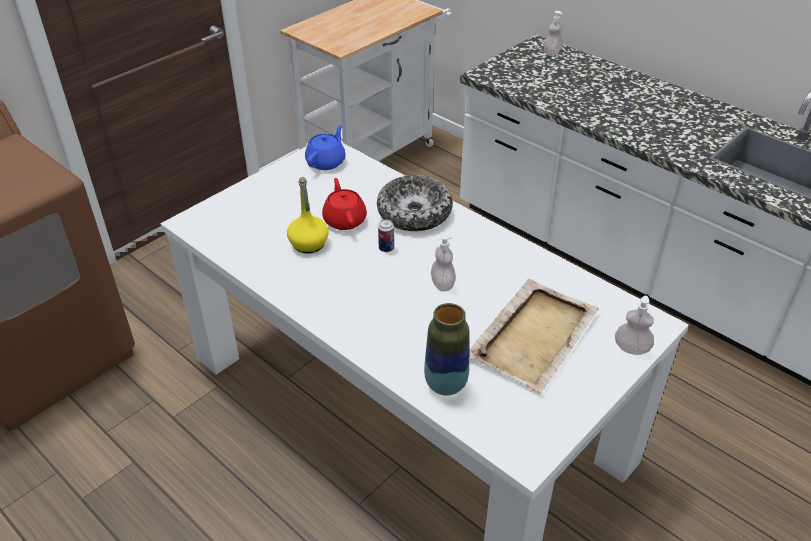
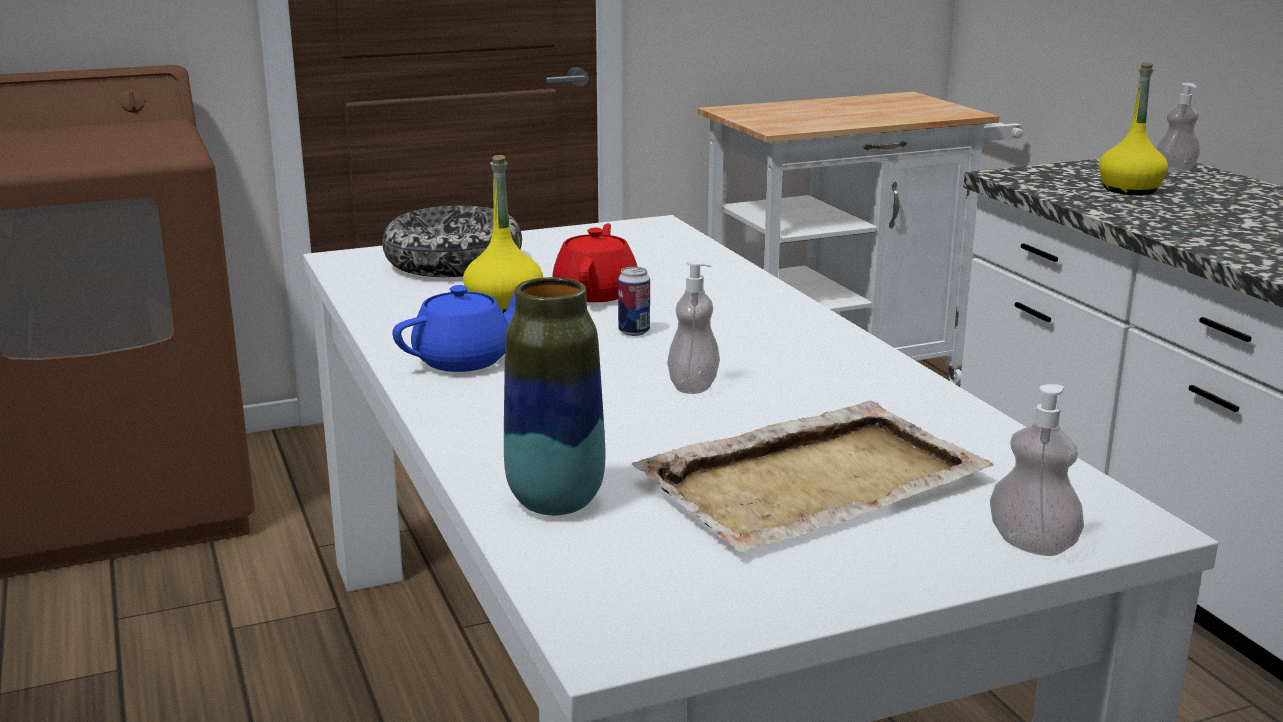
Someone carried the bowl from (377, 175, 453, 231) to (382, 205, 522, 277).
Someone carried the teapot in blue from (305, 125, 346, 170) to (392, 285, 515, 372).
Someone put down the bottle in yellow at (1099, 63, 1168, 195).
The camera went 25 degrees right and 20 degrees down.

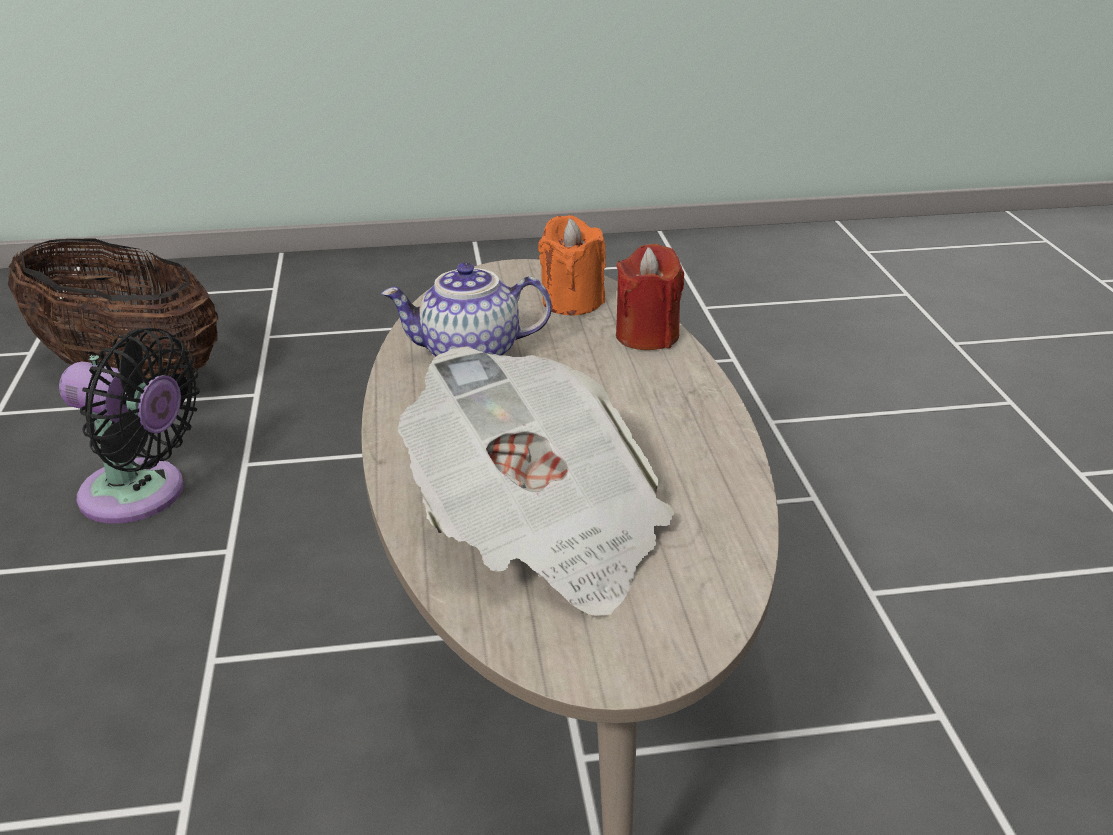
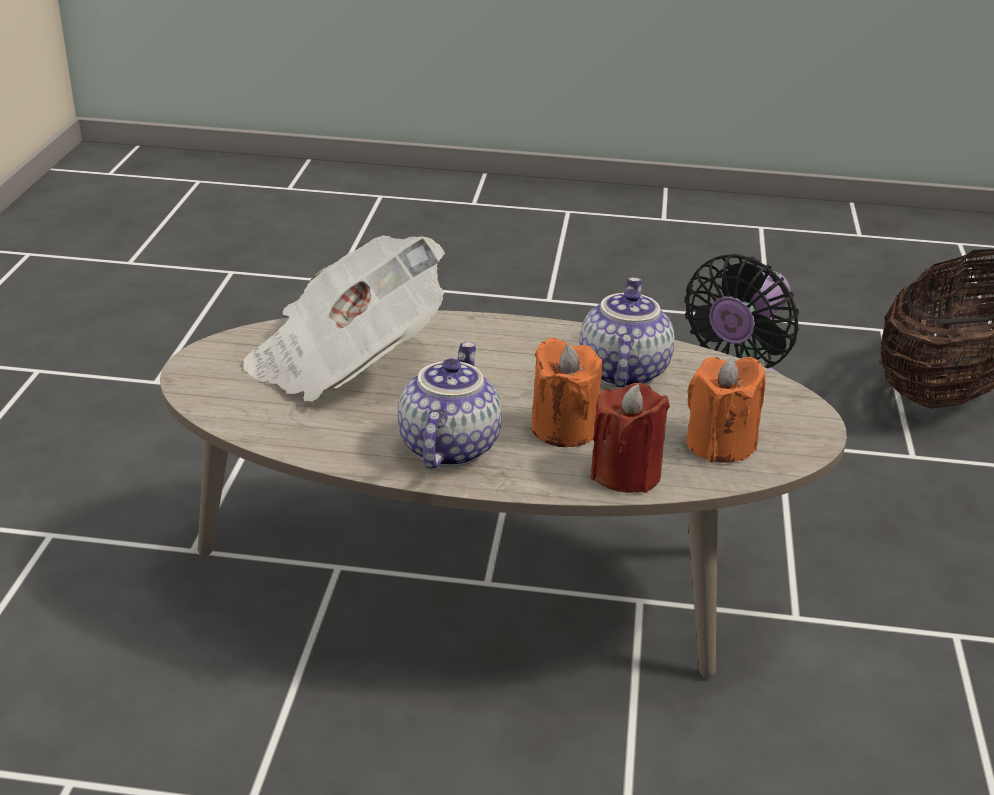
Someone put down the teapot at (398, 342, 502, 468).
Someone put down the candle in orange at (531, 337, 603, 447).
The camera went 105 degrees right and 0 degrees up.

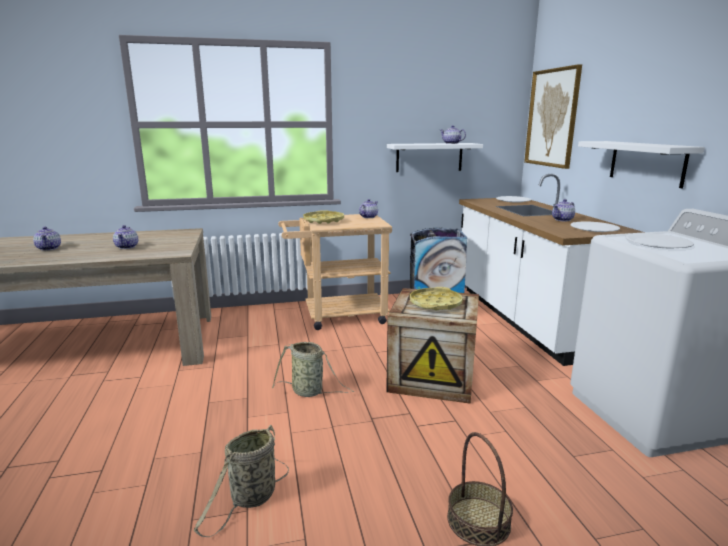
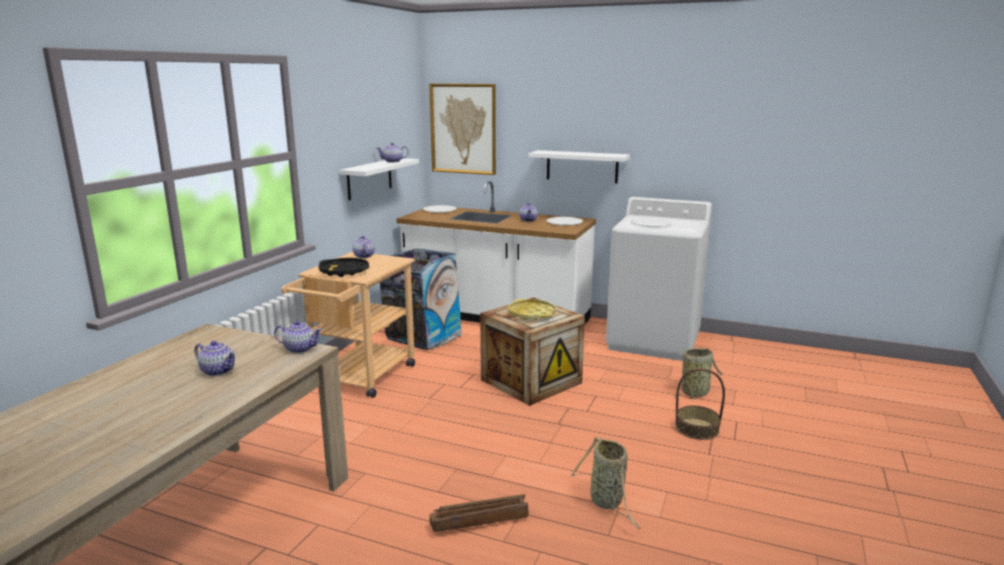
Someone carried the teapot from (33, 227, 61, 251) to (274, 321, 323, 353).
Someone repainted the tray in yellow at (303, 210, 344, 224), which became the tray in black at (319, 258, 369, 277).
Someone put down the crate at (429, 494, 529, 532).
Someone carried the basket from (272, 342, 354, 397) to (674, 348, 723, 399).
The camera went 55 degrees left and 0 degrees up.

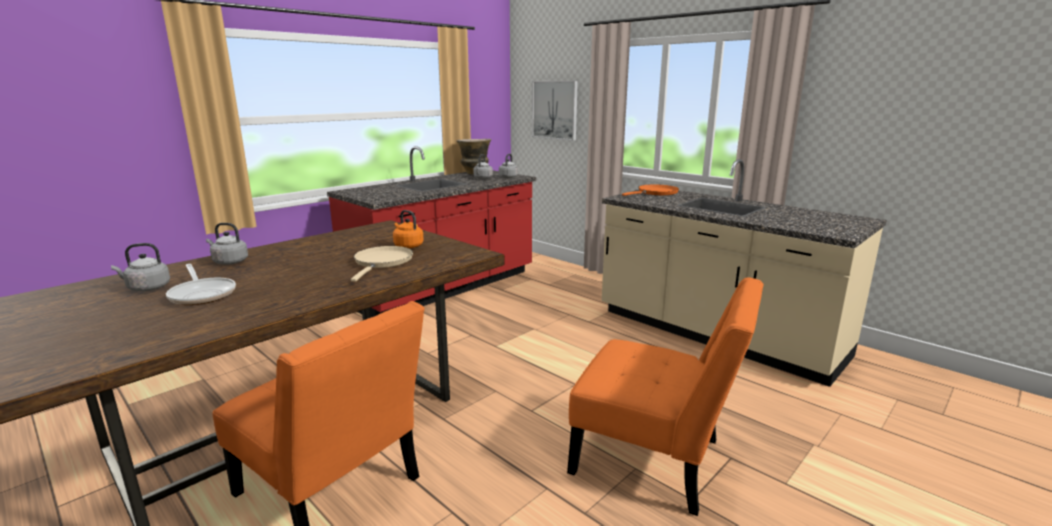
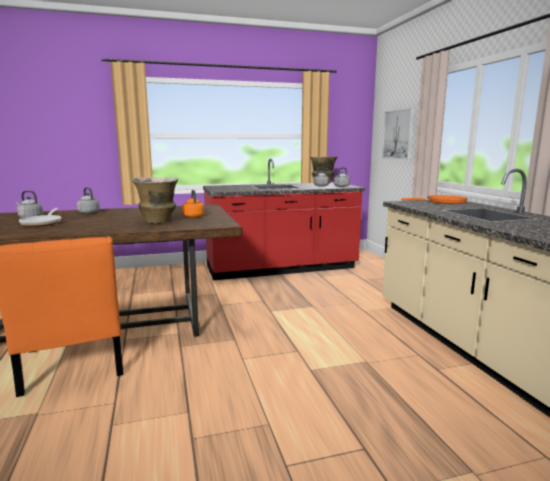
Someone swapped the frying pan in beige at (351, 246, 413, 282) for the vase at (132, 177, 178, 223).
Someone took away the chair in orange at (567, 277, 763, 516).
The camera went 30 degrees right and 5 degrees down.

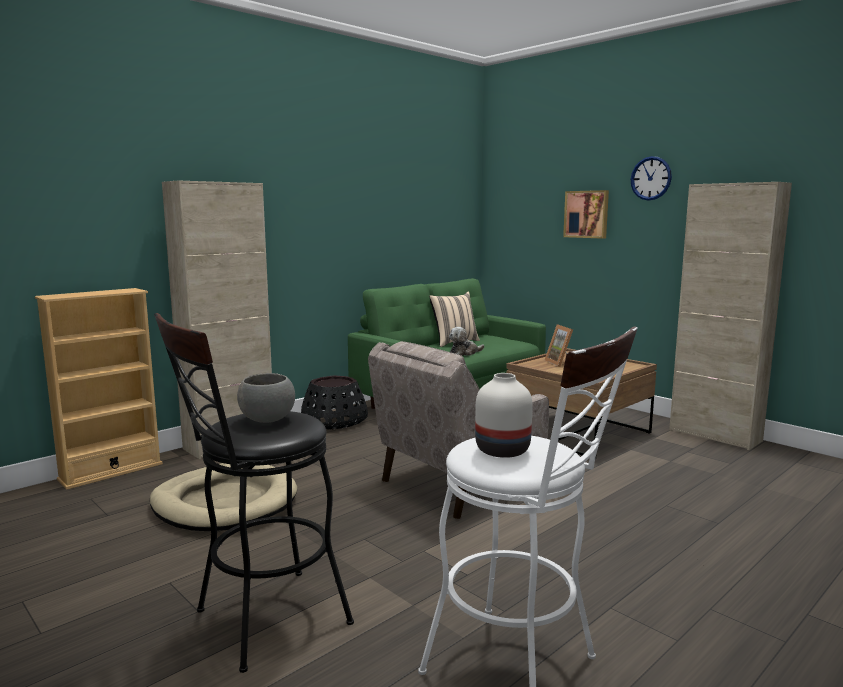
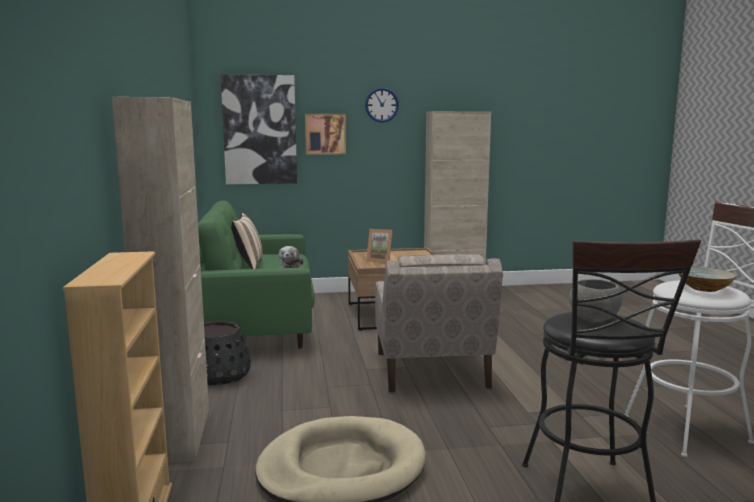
Someone put up the picture at (221, 74, 297, 184).
Someone swapped the vase in white at (475, 373, 533, 458) for the bowl at (678, 267, 737, 292).
The camera went 55 degrees left and 0 degrees up.

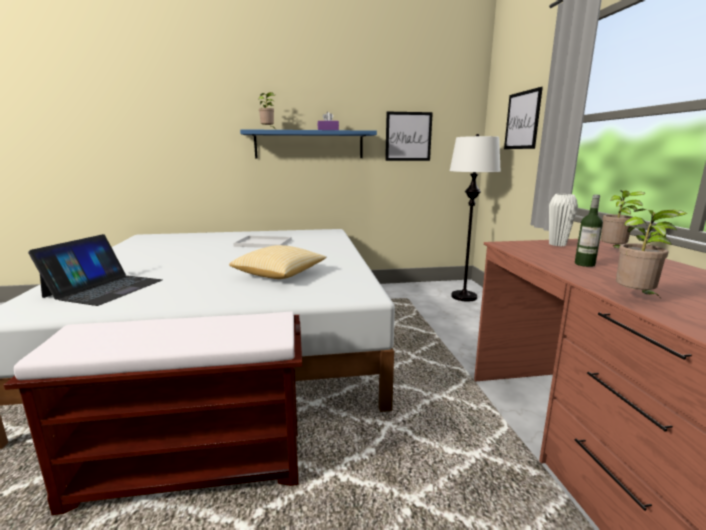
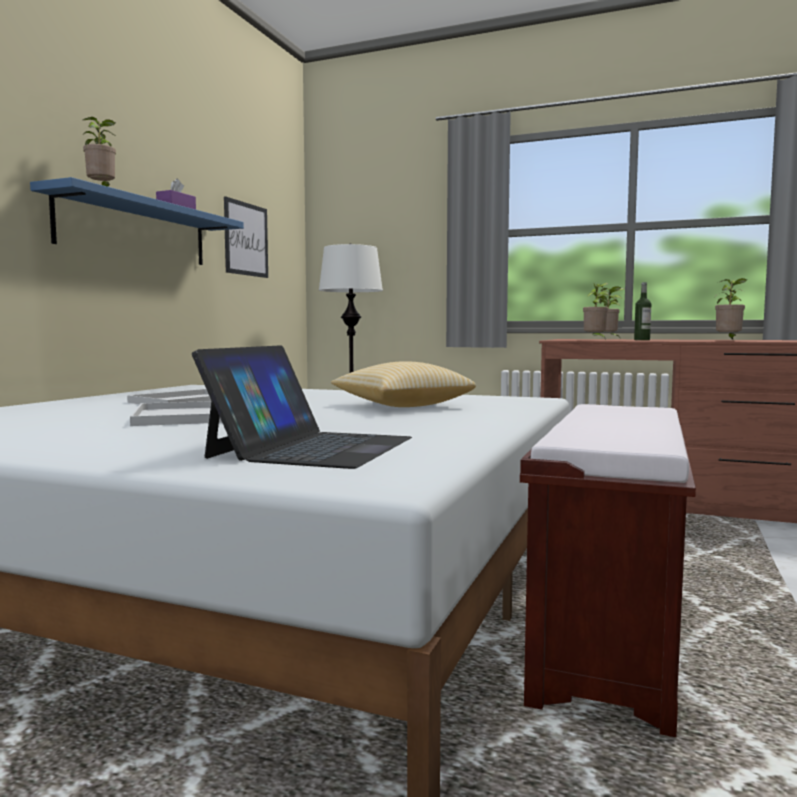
Someone put down the tray in white at (130, 401, 222, 426).
Someone rotated the laptop at (28, 234, 162, 306) by 60 degrees clockwise.
Someone put down the potted plant at (583, 283, 609, 338).
Someone took away the picture at (504, 87, 543, 149).
Someone took away the vase in white at (549, 194, 578, 246).
The camera went 60 degrees left and 10 degrees down.

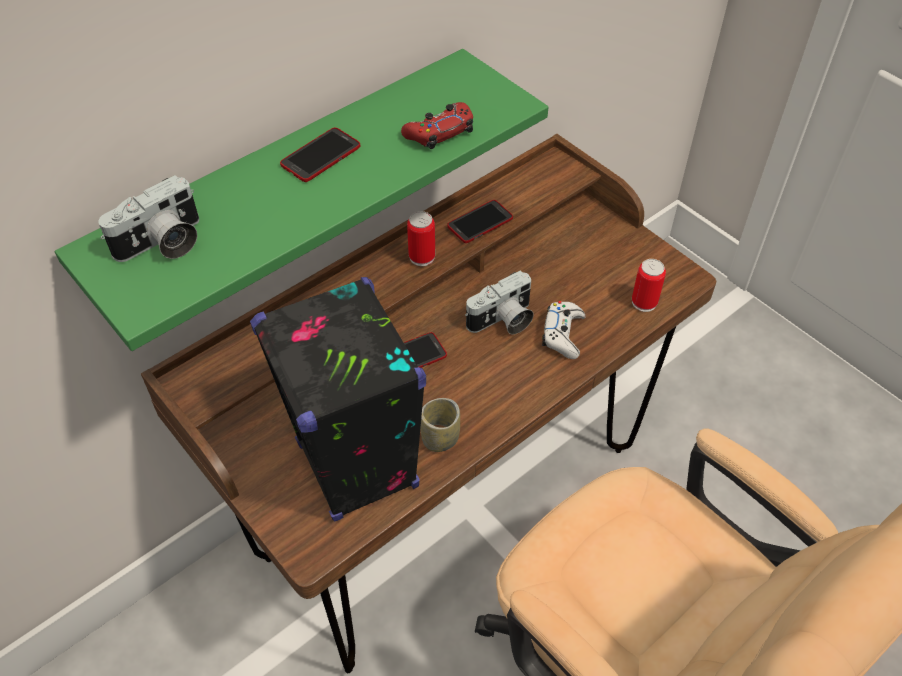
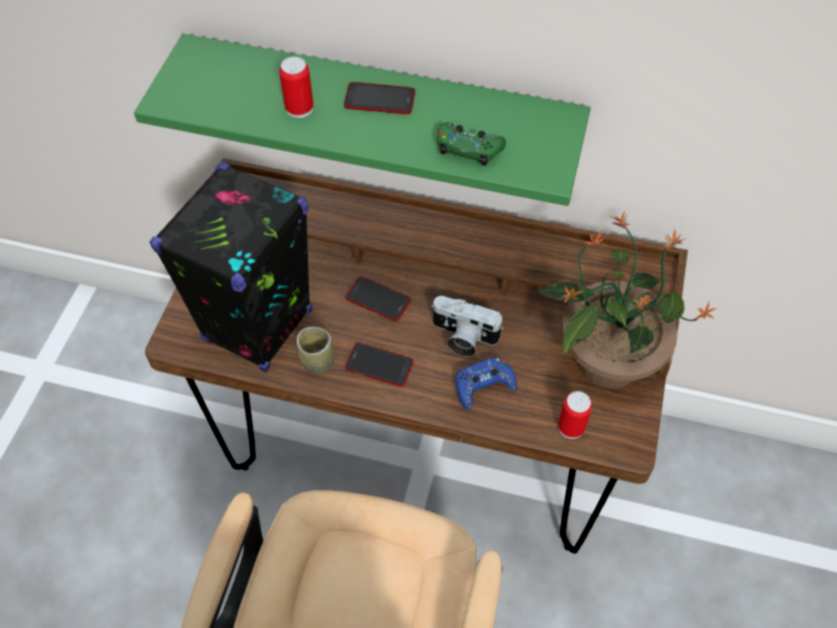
Someone carried the can from (407, 211, 435, 266) to (279, 57, 313, 118).
Someone carried the phone from (447, 200, 513, 243) to (345, 343, 413, 387).
Someone repainted the game controller in red at (401, 102, 473, 149), which became the game controller in green at (437, 122, 506, 166).
Someone repainted the game controller in white at (542, 301, 585, 359), which became the game controller in blue at (456, 357, 517, 409).
Someone put down the potted plant at (536, 211, 716, 388).
Someone took away the photo camera at (98, 175, 199, 262).
The camera went 55 degrees right and 5 degrees up.

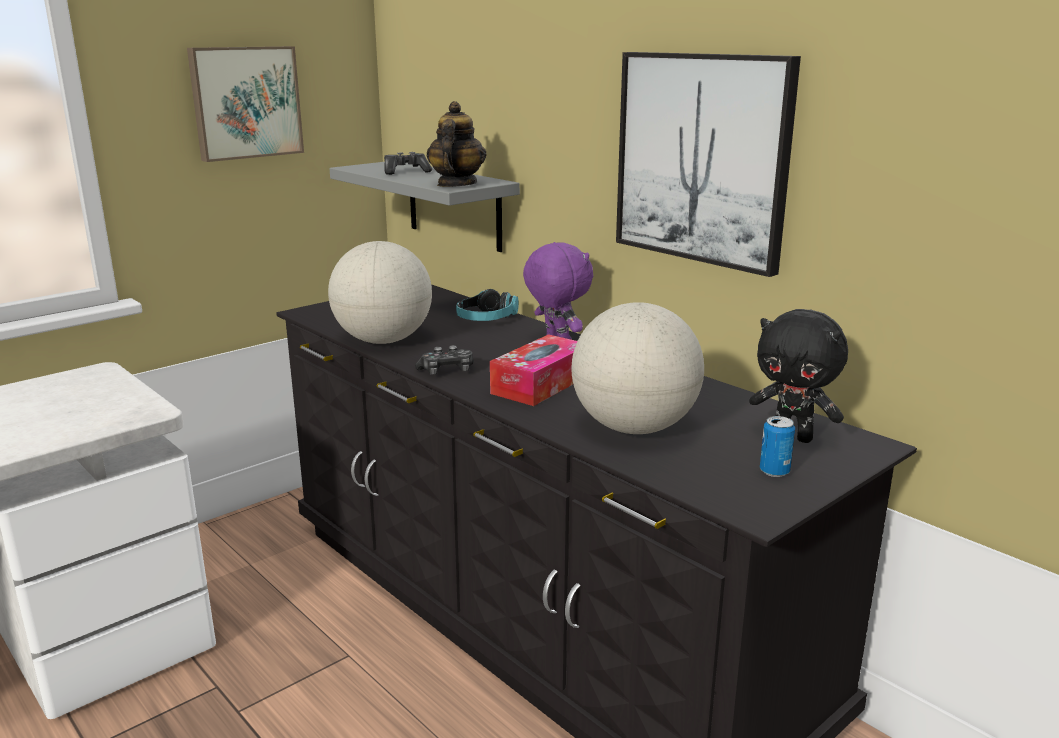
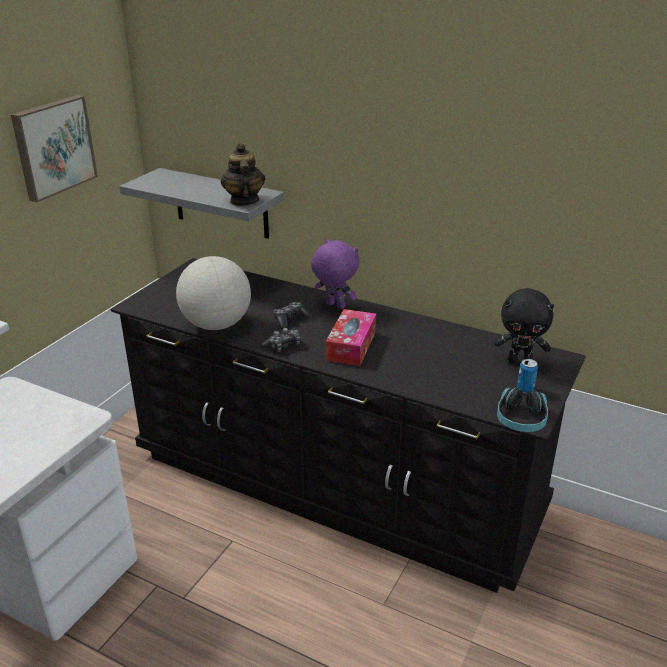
Someone carried the game controller from (384, 152, 432, 175) to (273, 302, 311, 329).
Someone carried the headphones from (456, 289, 519, 321) to (497, 388, 548, 432).
Someone took away the globe at (571, 302, 704, 434).
Someone took away the picture at (616, 52, 801, 277).
The camera went 20 degrees left and 10 degrees up.

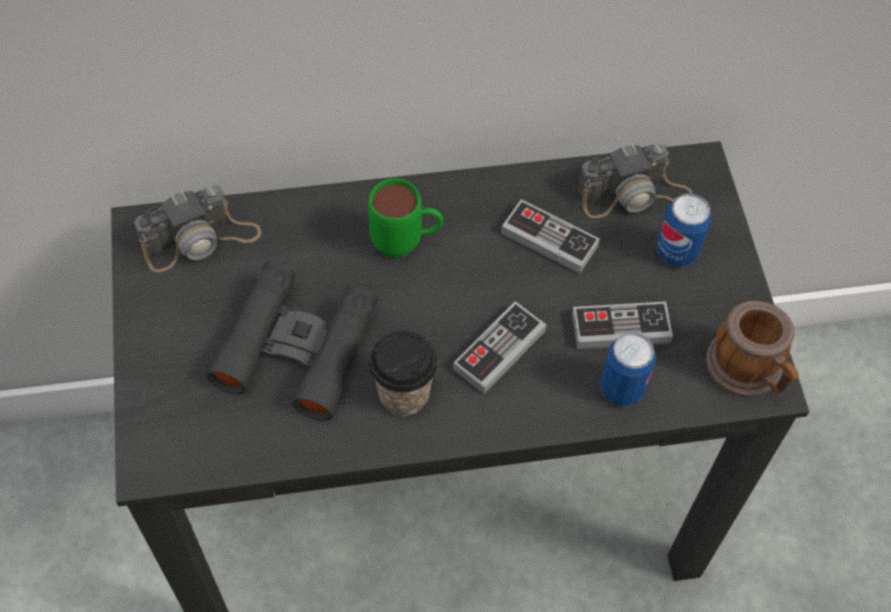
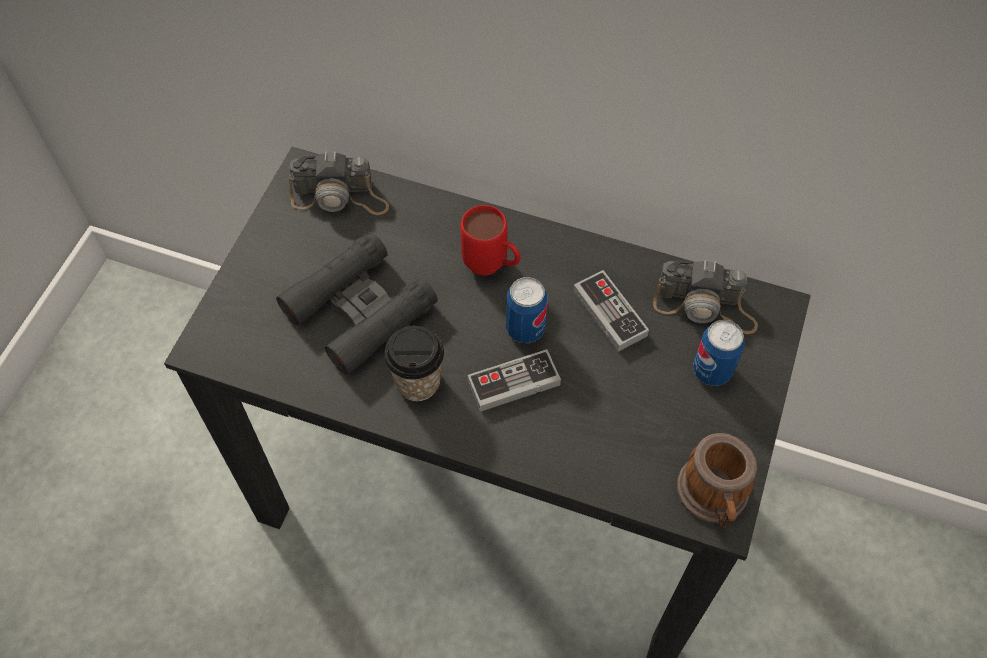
Someone repainted the mug in green at (368, 178, 444, 258), which became the mug in red at (460, 205, 521, 276).
Someone carried the can from (600, 332, 656, 406) to (506, 277, 547, 343).
Someone took away the game controller at (572, 301, 673, 349).
The camera went 30 degrees right and 0 degrees up.

